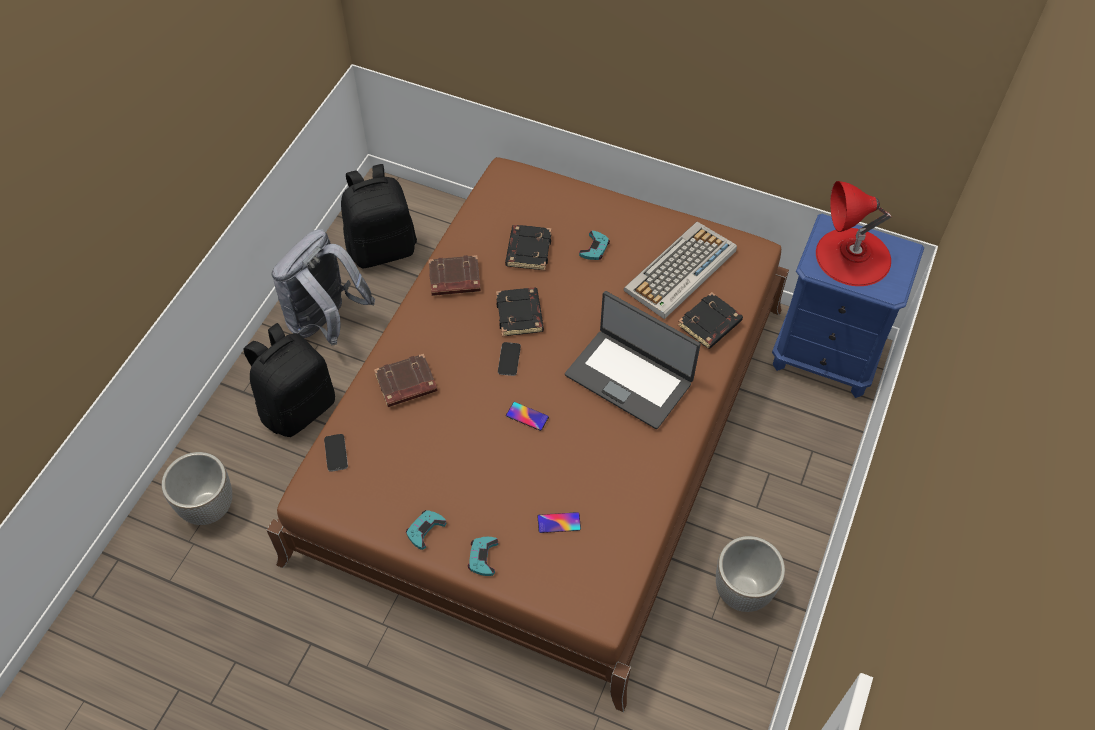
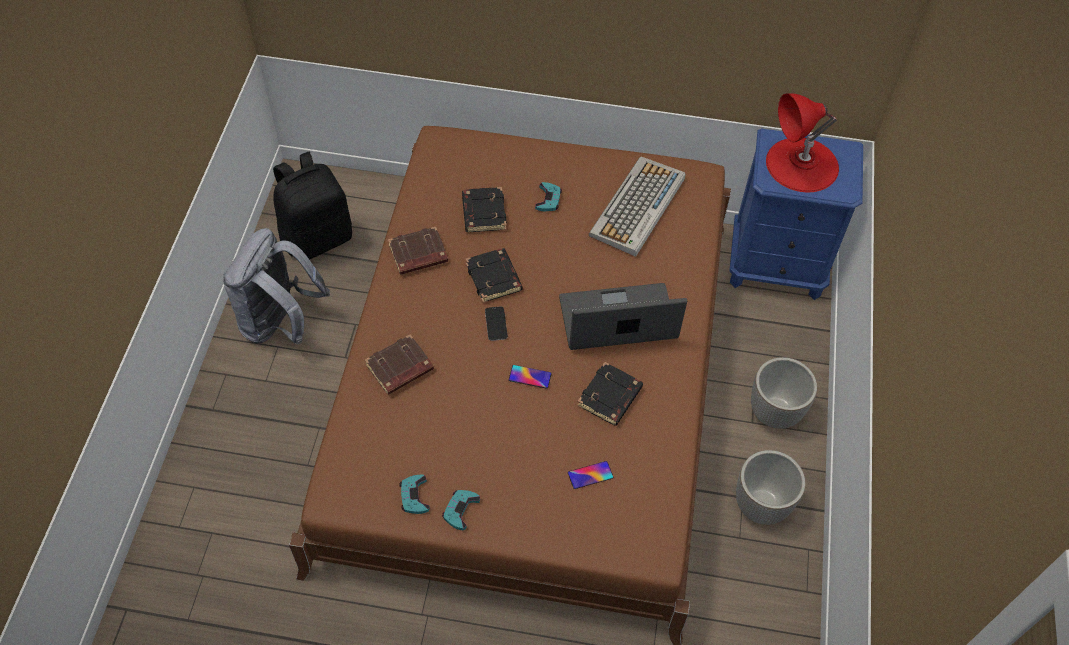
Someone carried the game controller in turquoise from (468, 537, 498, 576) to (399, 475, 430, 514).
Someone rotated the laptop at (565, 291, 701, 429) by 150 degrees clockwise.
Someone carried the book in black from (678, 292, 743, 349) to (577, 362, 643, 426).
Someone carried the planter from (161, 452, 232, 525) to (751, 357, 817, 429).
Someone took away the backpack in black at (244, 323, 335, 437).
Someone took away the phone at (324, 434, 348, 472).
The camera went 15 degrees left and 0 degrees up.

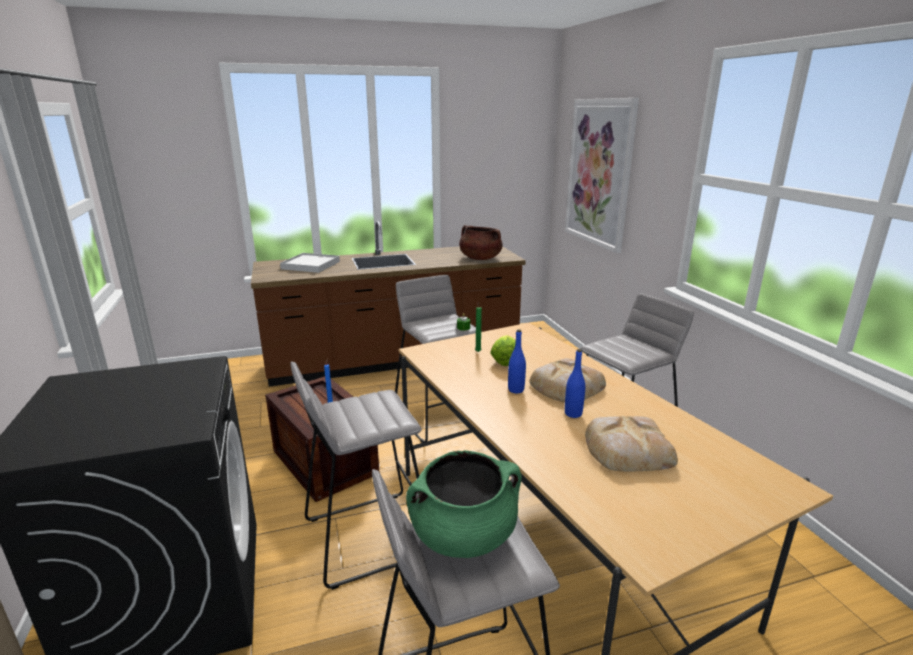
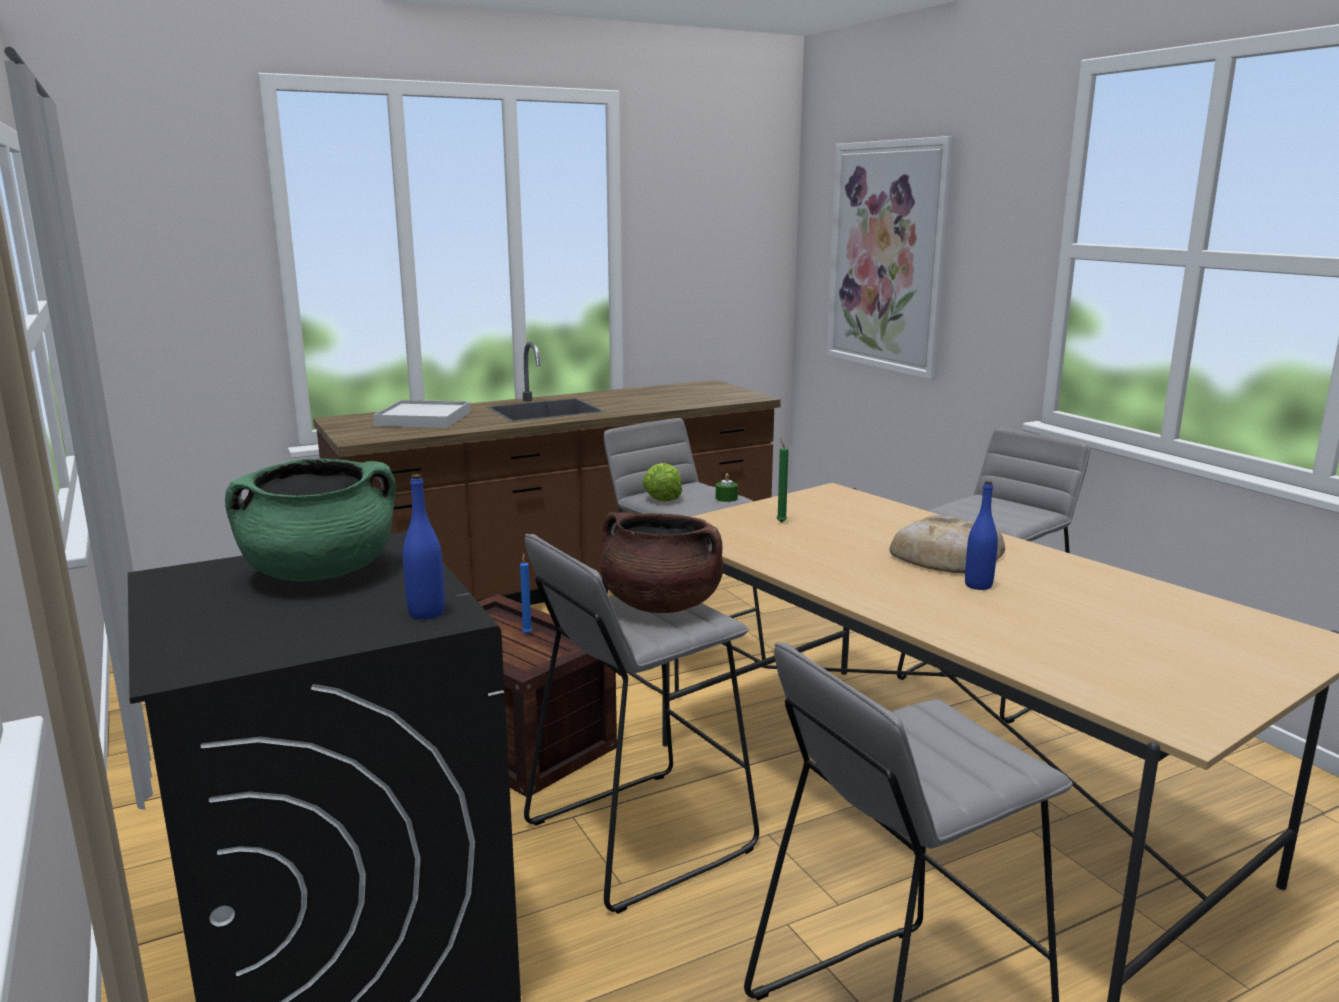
Someone carried the cooking pot in green from (406, 450, 522, 558) to (225, 458, 396, 582).
Someone carried the bottle in blue from (508, 329, 526, 393) to (403, 474, 445, 620).
Someone carried the cooking pot in brown from (459, 225, 503, 260) to (600, 512, 724, 613).
Someone carried the lettuce from (490, 335, 516, 366) to (642, 463, 682, 501).
Someone took away the bread at (585, 416, 678, 472).
The camera went 10 degrees left and 5 degrees down.

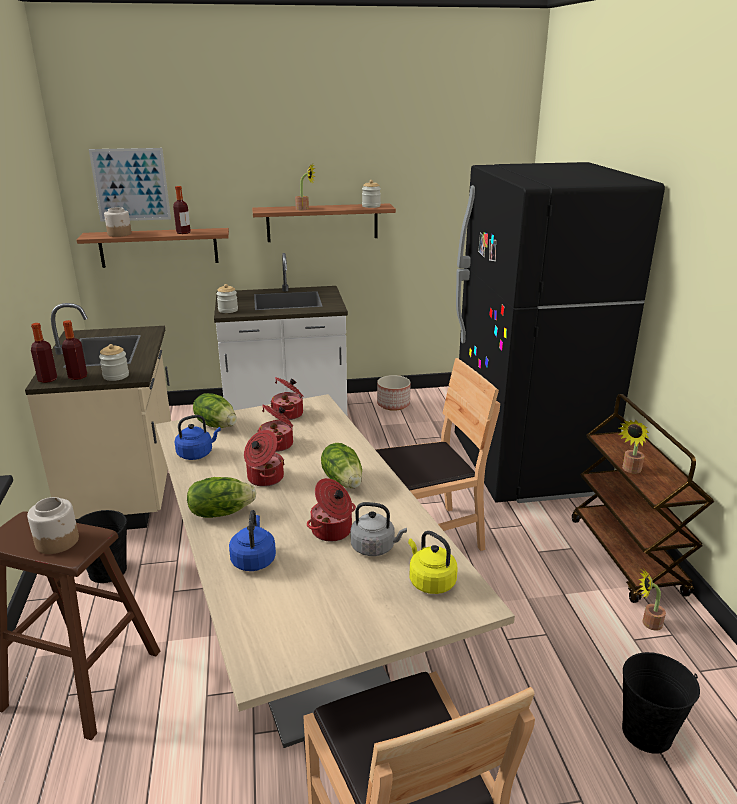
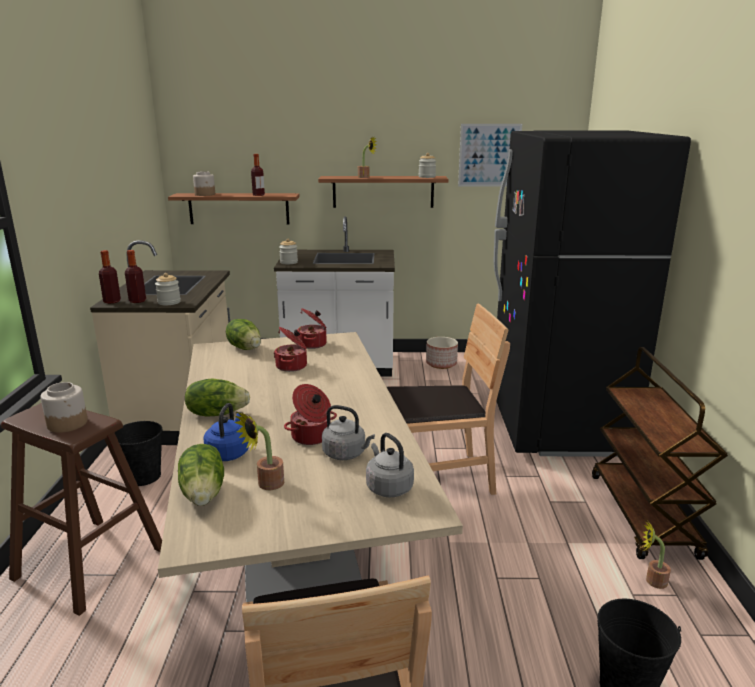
Someone carried the lettuce from (321, 443, 362, 488) to (178, 444, 224, 506).
Someone carried the potted plant from (619, 420, 649, 474) to (234, 411, 284, 490).
Someone repainted the kettle in yellow at (408, 531, 458, 594), which became the kettle in grey at (366, 433, 414, 497).
Someone carried the picture from (89, 148, 171, 222) to (458, 124, 522, 187).
Someone took away the kettle in blue at (175, 415, 221, 460).
Someone took away the cooking pot at (244, 430, 284, 487).
The camera went 10 degrees right and 5 degrees down.

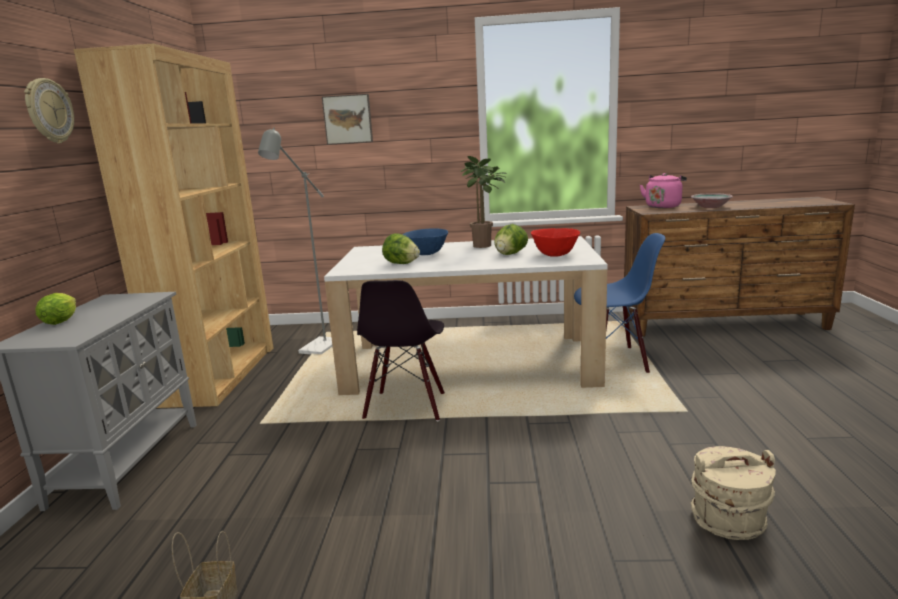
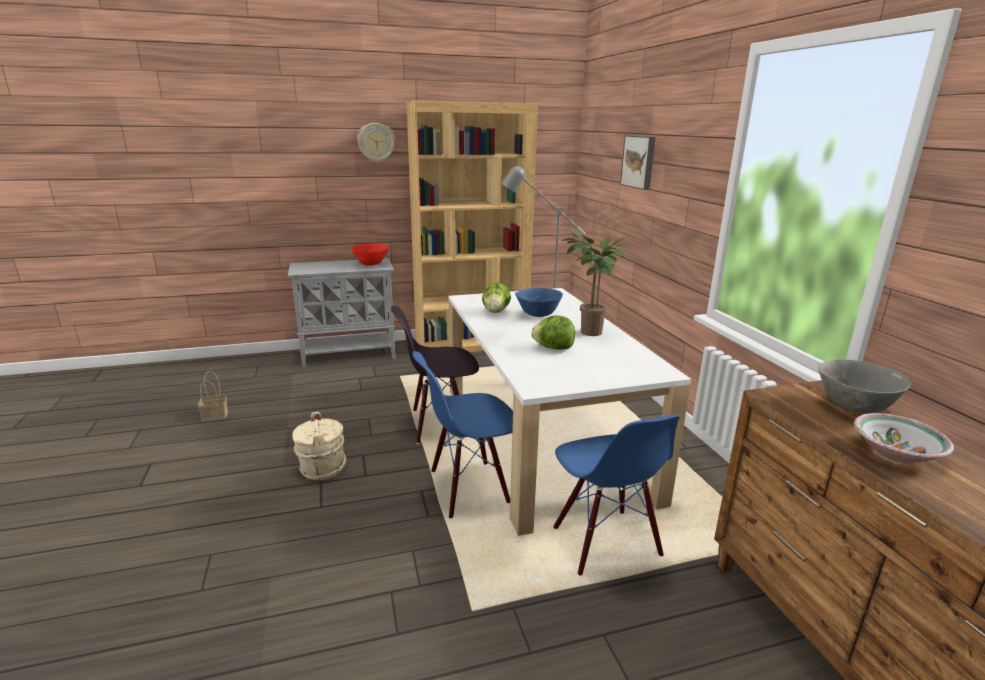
Someone carried the bucket in beige from (691, 446, 776, 540) to (292, 412, 346, 480).
Someone carried the bowl in red from (531, 228, 581, 257) to (351, 244, 389, 266).
Someone put down the chair in blue at (413, 351, 513, 518).
Someone swapped the kettle in pink at (640, 173, 687, 208) for the bowl in grey at (818, 360, 911, 413).
Someone took away the lettuce at (36, 293, 76, 325).
The camera went 70 degrees right and 5 degrees up.

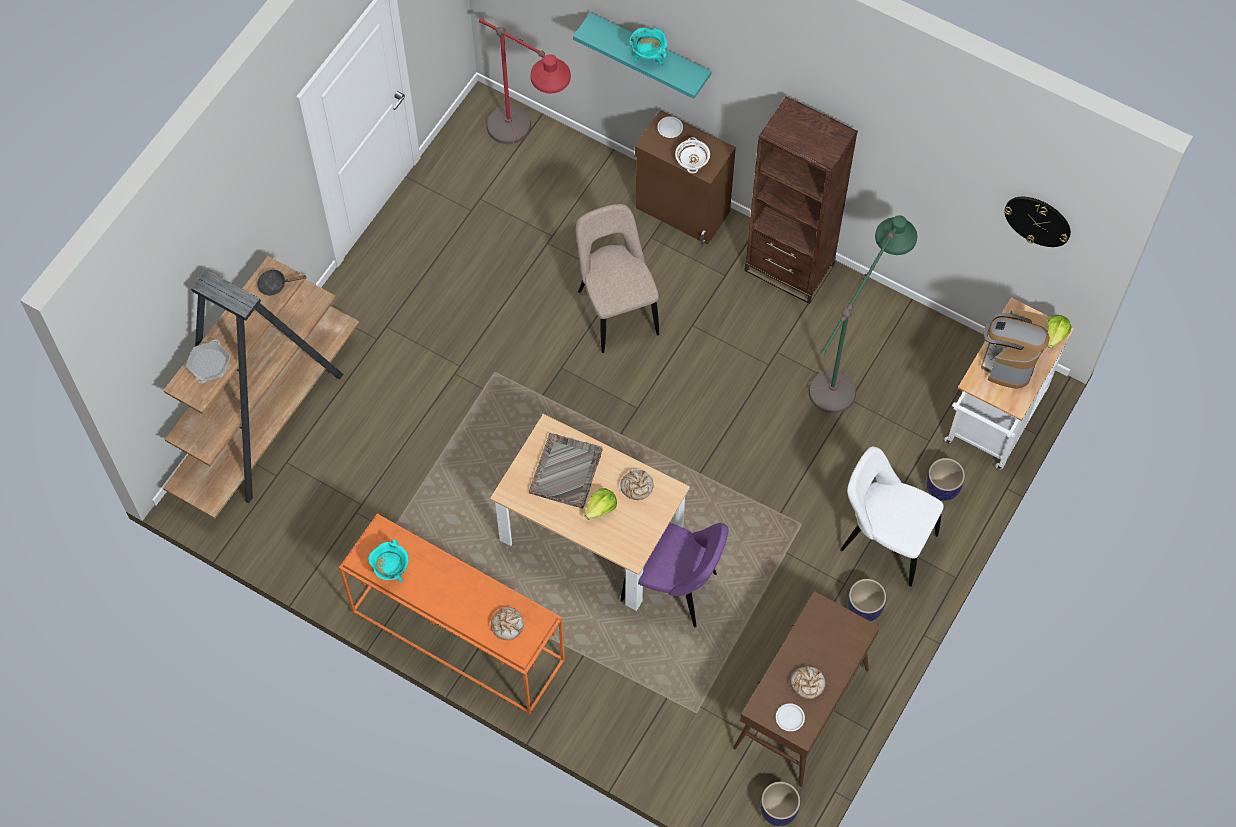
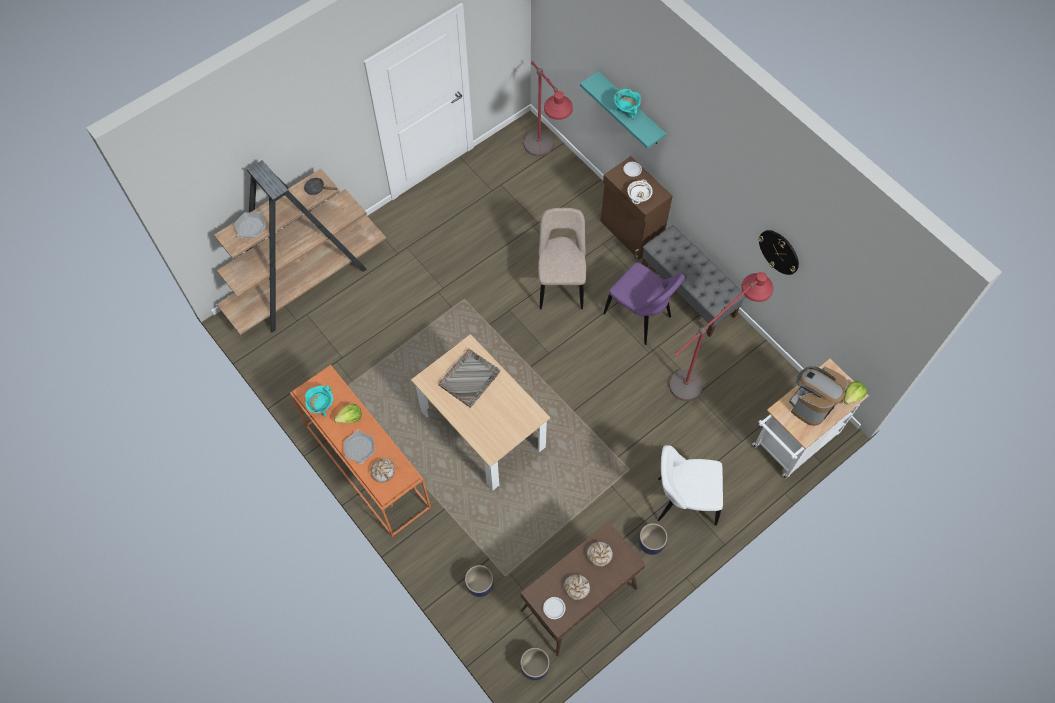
Someone carried the lettuce from (585, 488, 617, 520) to (334, 404, 362, 423).
Someone put down the frying pan at (344, 430, 375, 464).
Someone carried the planter from (926, 458, 965, 501) to (465, 565, 494, 597).
Someone carried the bread from (620, 470, 654, 500) to (587, 542, 613, 567).
Someone carried the chair in purple from (620, 523, 729, 627) to (603, 262, 685, 345).
Someone swapped the bookcase in brown at (744, 96, 858, 304) for the bench in grey at (642, 225, 746, 337).
Someone rotated the chair in white at (840, 446, 944, 587) by 45 degrees counterclockwise.
Someone repainted the floor lamp in green at (809, 215, 917, 414), which became the floor lamp in red at (669, 272, 773, 401).
Someone carried the wall clock from (1004, 197, 1071, 247) to (758, 230, 799, 275).
The camera went 20 degrees right and 0 degrees up.

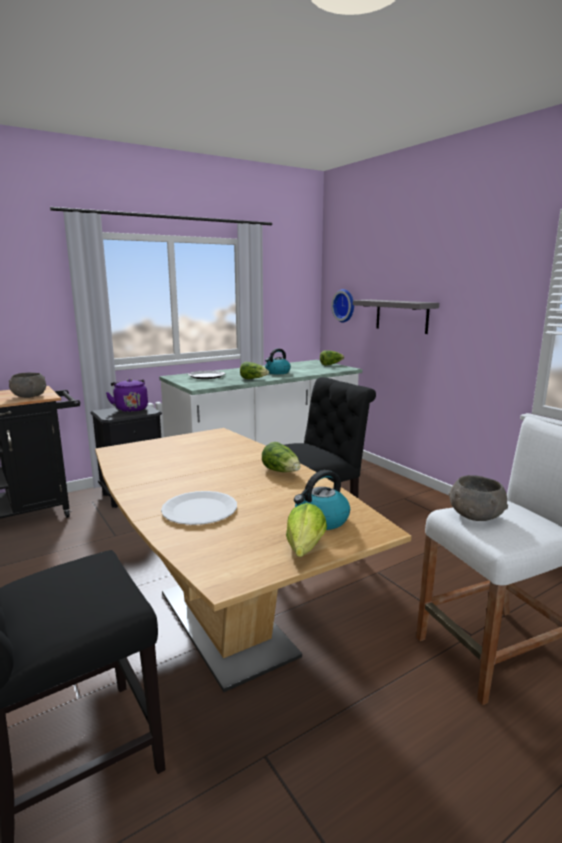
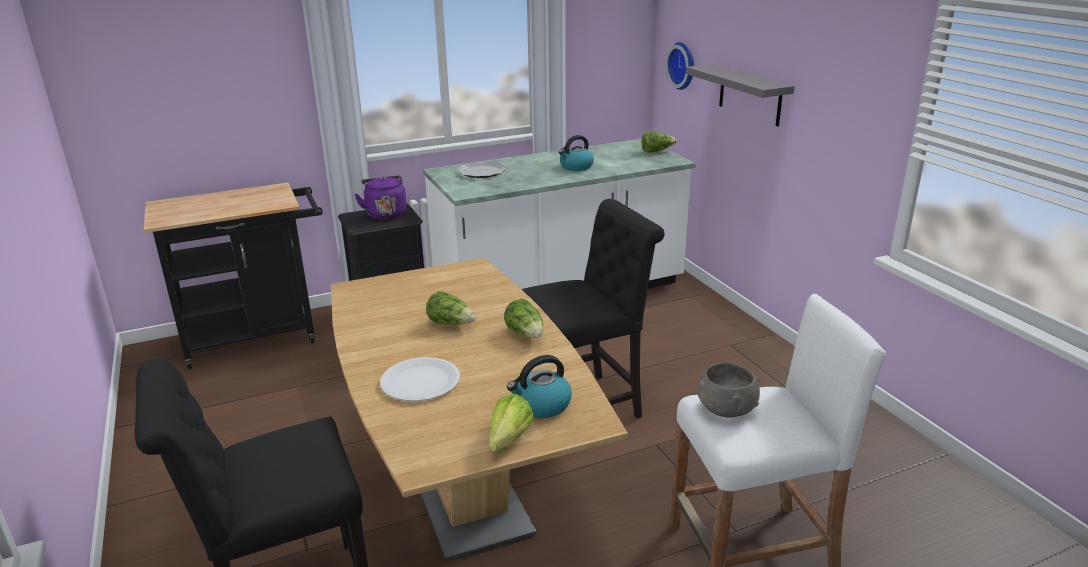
Someone carried the lettuce from (240, 362, 269, 379) to (426, 291, 476, 325).
Someone took away the bowl in grey at (9, 372, 46, 398).
The camera went 10 degrees right and 10 degrees up.

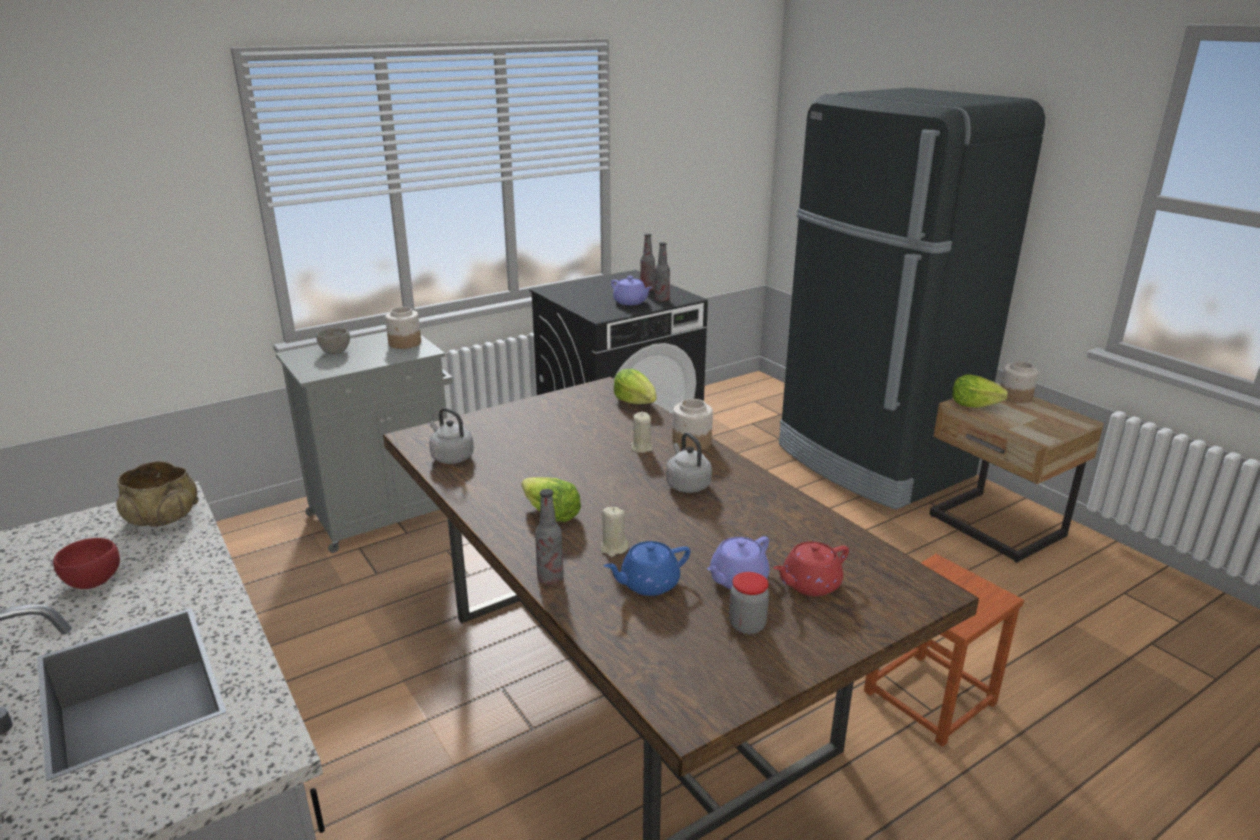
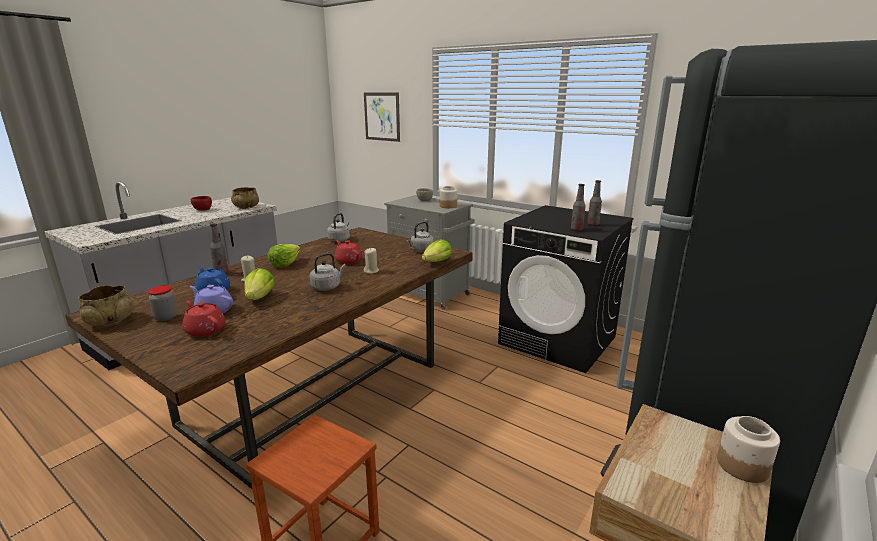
Someone put down the bowl in beige at (78, 285, 133, 326).
Someone carried the lettuce from (952, 375, 1008, 408) to (244, 268, 275, 300).
Someone put down the teapot in red at (334, 240, 362, 264).
Someone put up the picture at (364, 93, 400, 142).
Someone put down the kettle in grey at (406, 221, 434, 252).
Someone took away the teapot in purple at (611, 276, 653, 305).
Someone took away the jar at (672, 399, 713, 451).
The camera went 70 degrees right and 5 degrees down.

